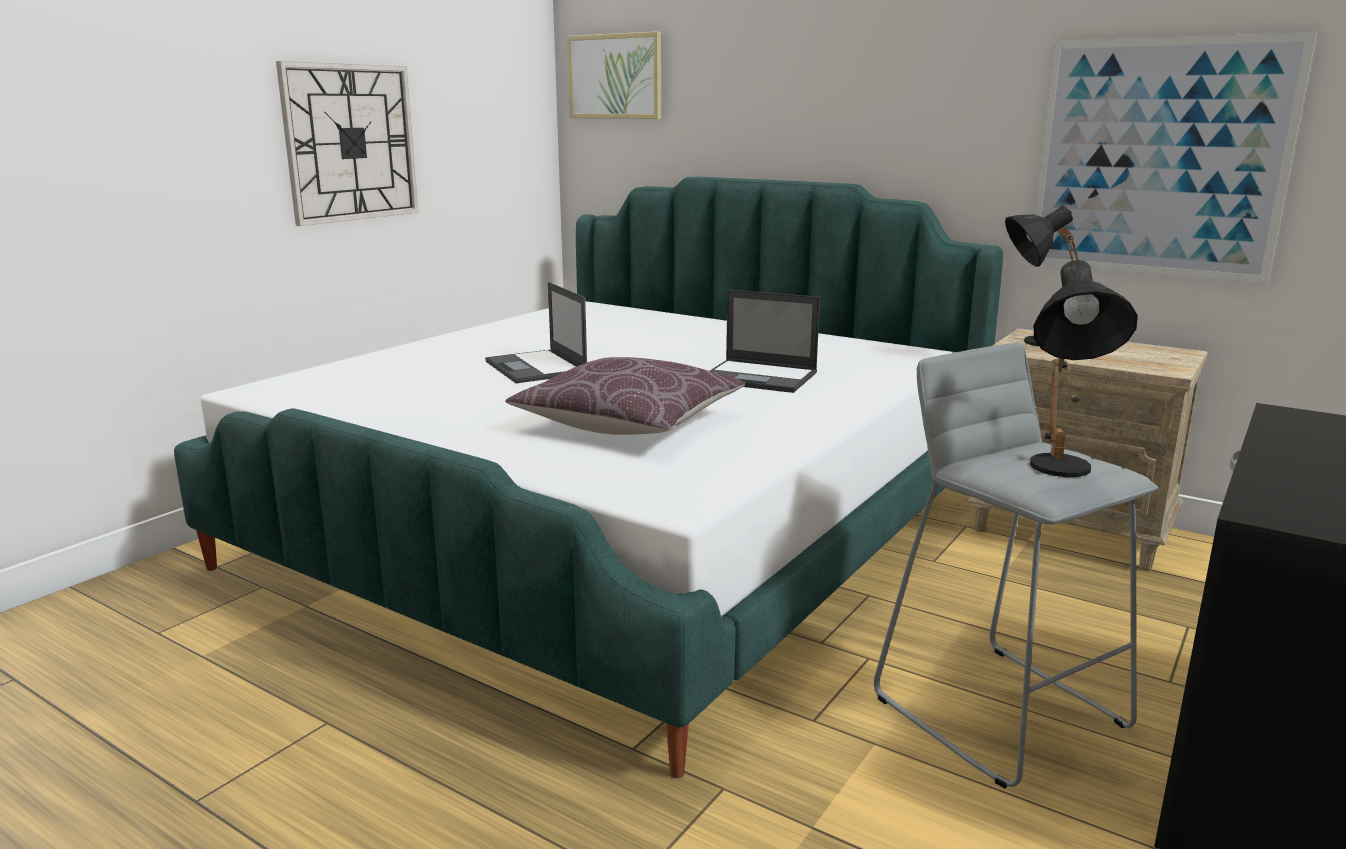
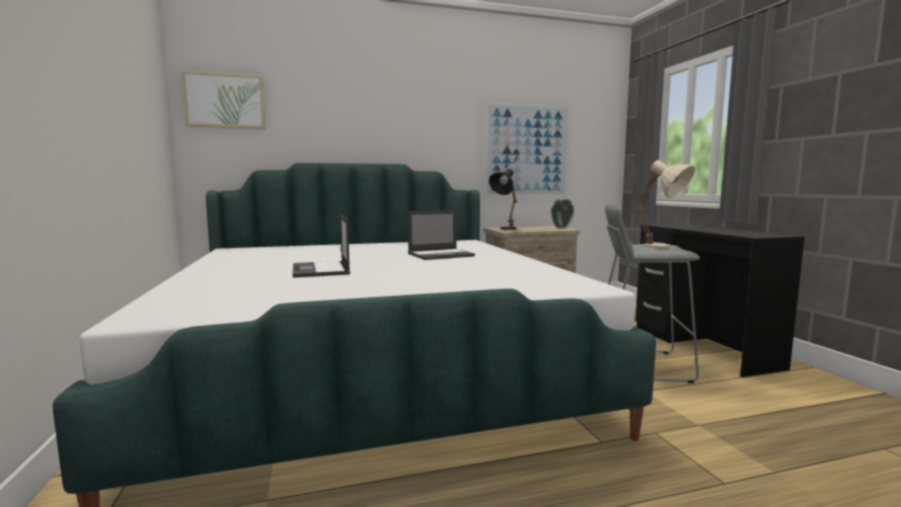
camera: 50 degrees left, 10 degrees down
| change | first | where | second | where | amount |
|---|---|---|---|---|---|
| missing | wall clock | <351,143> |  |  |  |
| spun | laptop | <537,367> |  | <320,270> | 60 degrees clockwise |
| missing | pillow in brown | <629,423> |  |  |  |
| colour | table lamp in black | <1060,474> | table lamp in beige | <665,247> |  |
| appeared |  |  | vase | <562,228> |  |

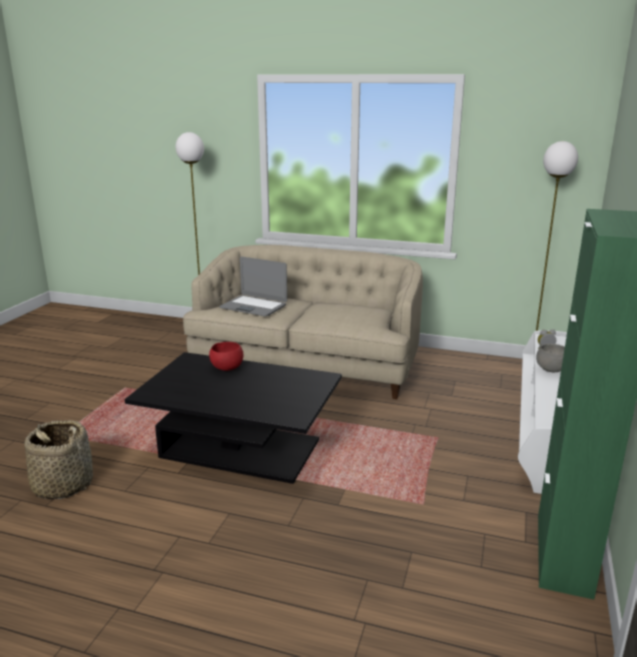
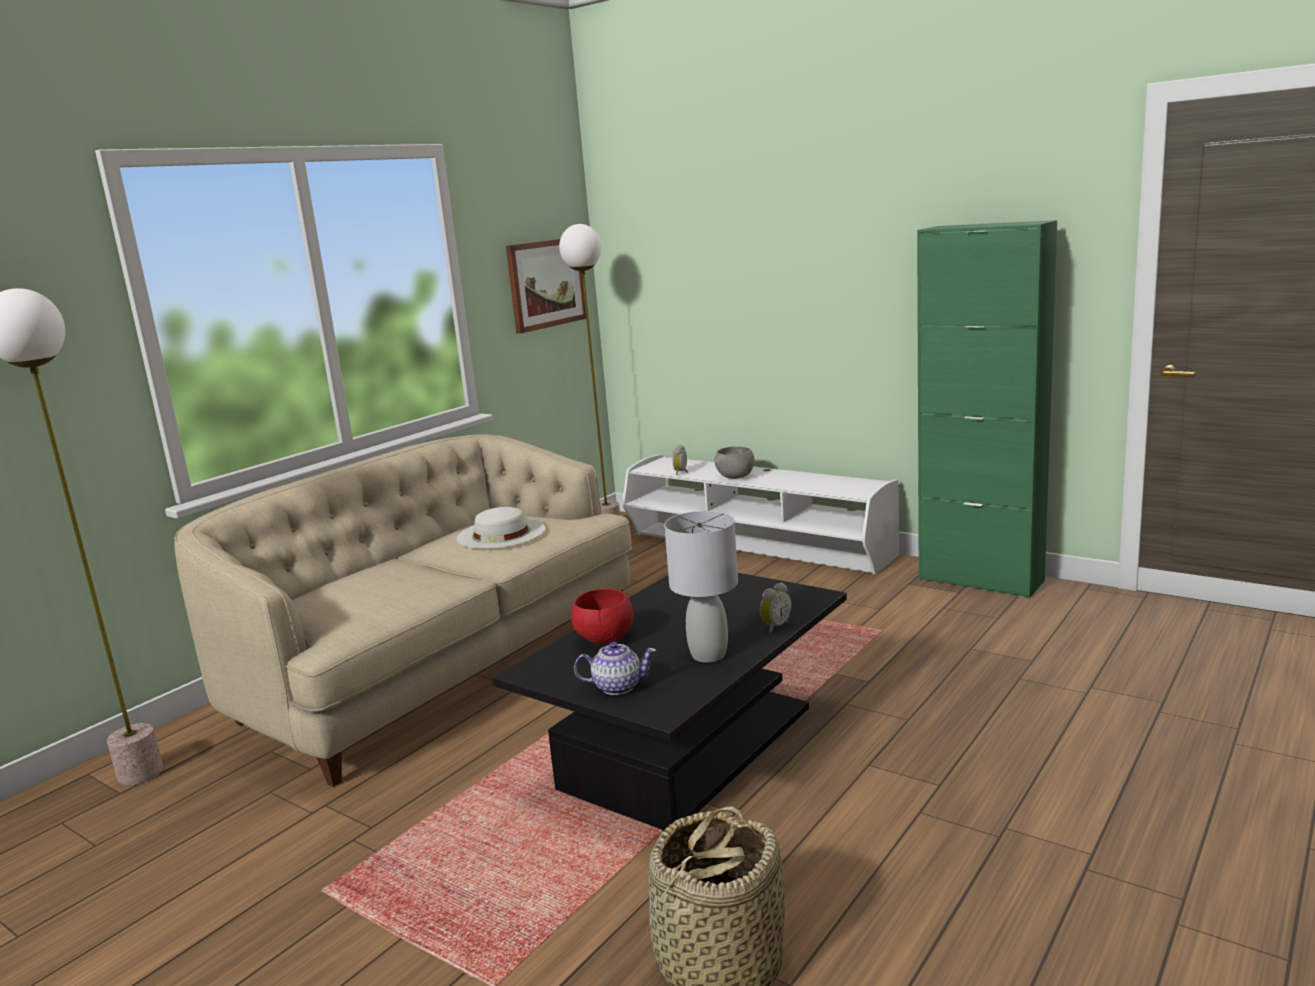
camera: 70 degrees left, 5 degrees down
| change | first | where | second | where | amount |
|---|---|---|---|---|---|
| missing | laptop | <253,306> |  |  |  |
| appeared |  |  | hat in white | <501,533> |  |
| appeared |  |  | picture | <546,283> |  |
| appeared |  |  | teapot | <617,686> |  |
| appeared |  |  | table lamp in grey | <709,655> |  |
| appeared |  |  | alarm clock | <774,626> |  |

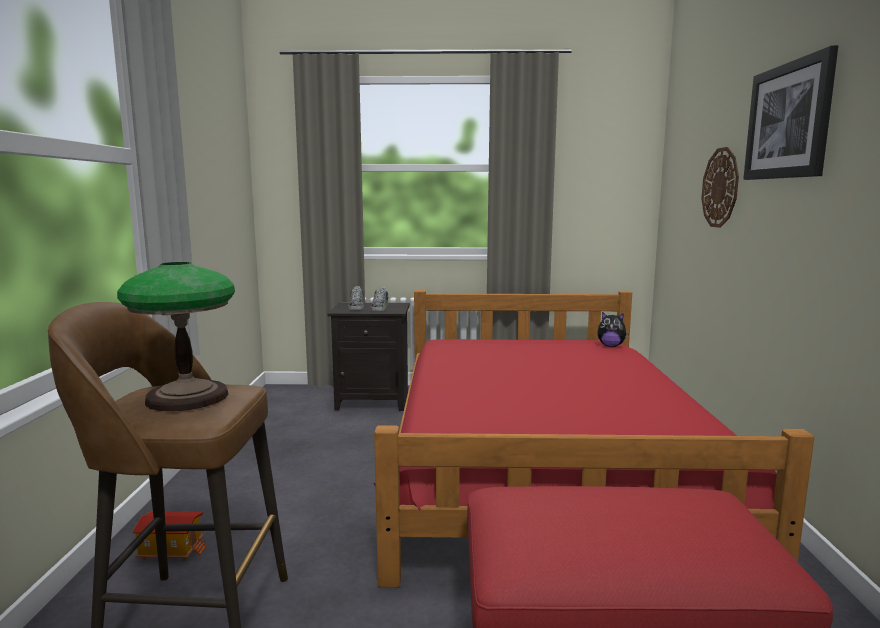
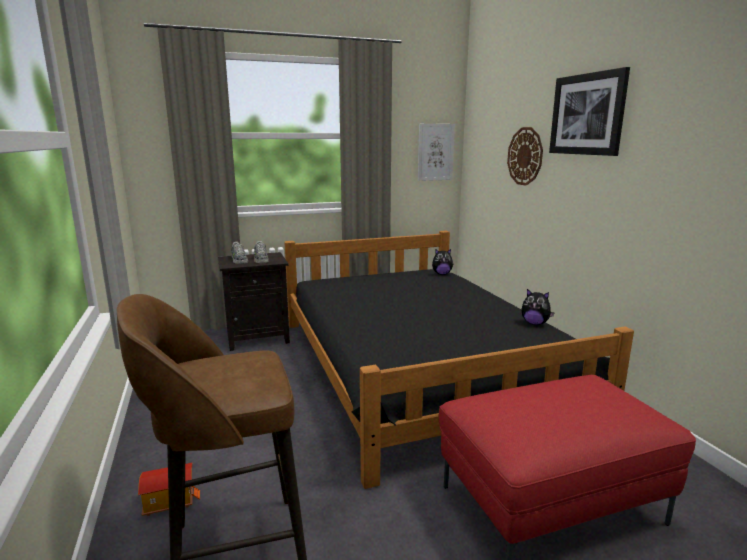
camera: 20 degrees left, 5 degrees up
| change | first | where | second | where | amount |
|---|---|---|---|---|---|
| missing | table lamp | <187,397> |  |  |  |
| colour | bed in red | <542,459> | bed in black | <419,367> |  |
| appeared |  |  | picture | <435,152> |  |
| appeared |  |  | plush toy | <535,323> |  |

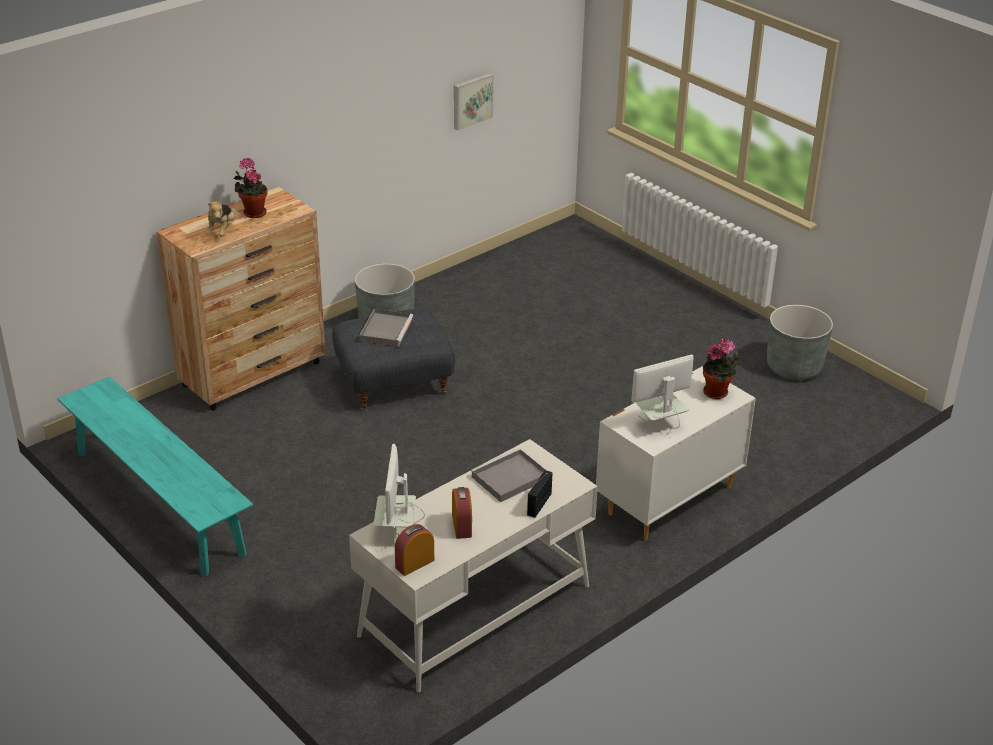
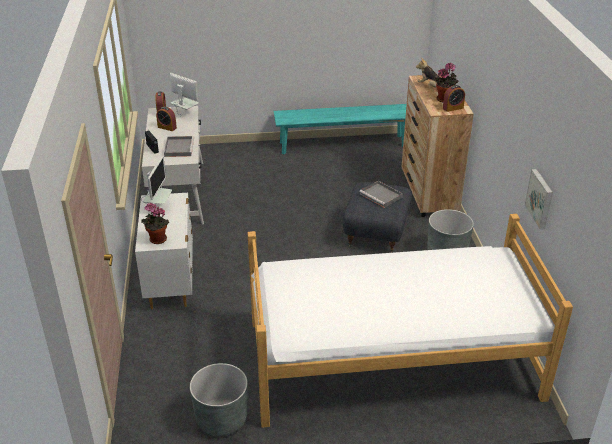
camera: 125 degrees right, 0 degrees up
| change | first | where | second | where | amount |
|---|---|---|---|---|---|
| appeared |  |  | bed | <392,360> |  |
| appeared |  |  | alarm clock | <453,108> |  |

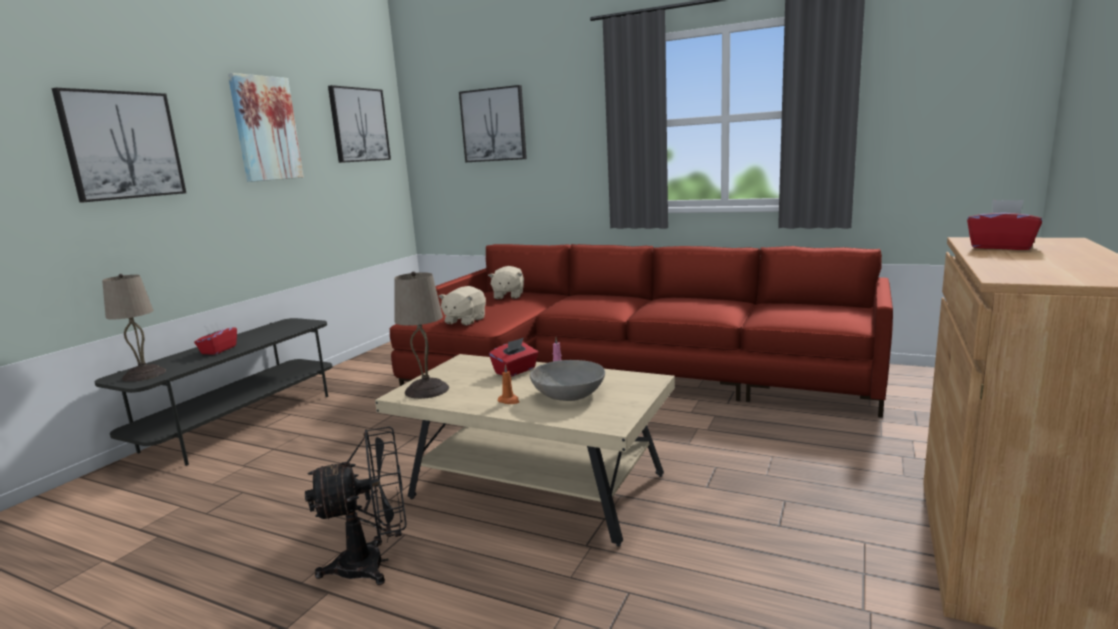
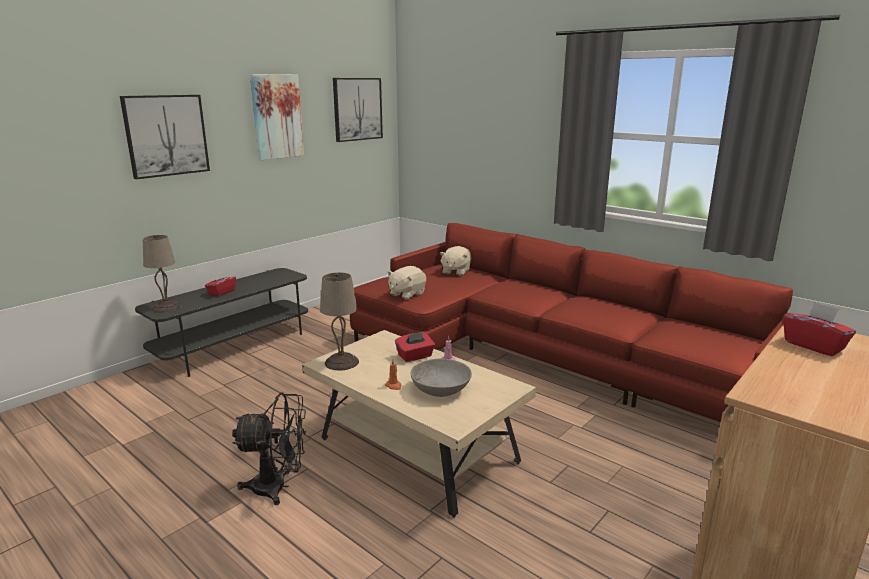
camera: 15 degrees right, 5 degrees up
| change | first | where | second | where | amount |
|---|---|---|---|---|---|
| missing | picture | <493,125> |  |  |  |

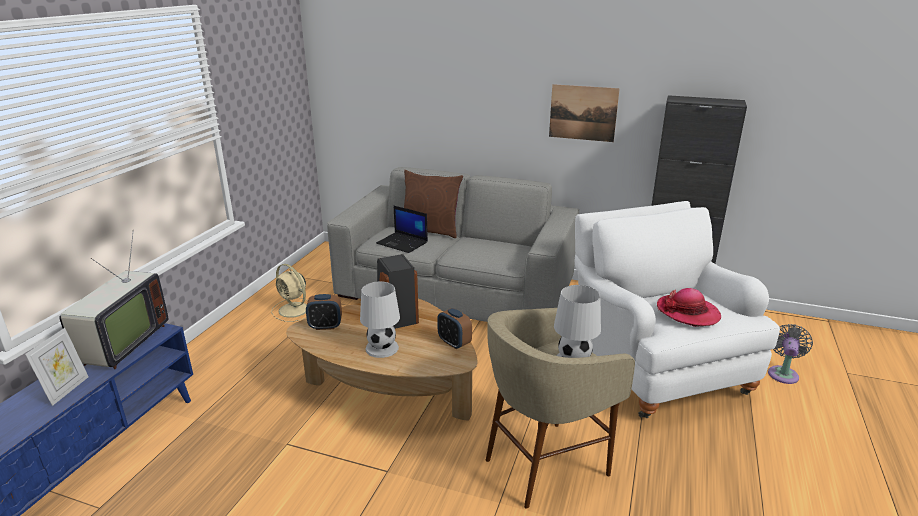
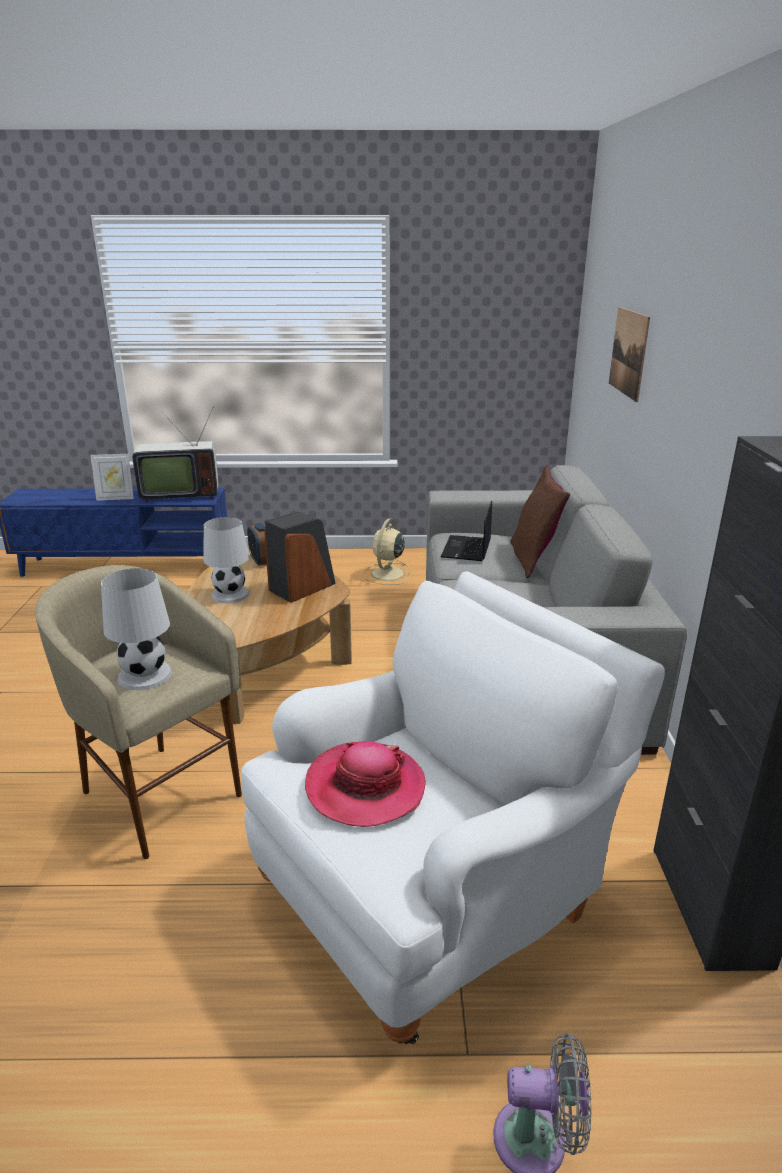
camera: 70 degrees right, 0 degrees up
| change | first | where | second | where | amount |
|---|---|---|---|---|---|
| missing | alarm clock | <454,343> |  |  |  |
| relocated | picture | <583,113> |  | <628,352> |  |

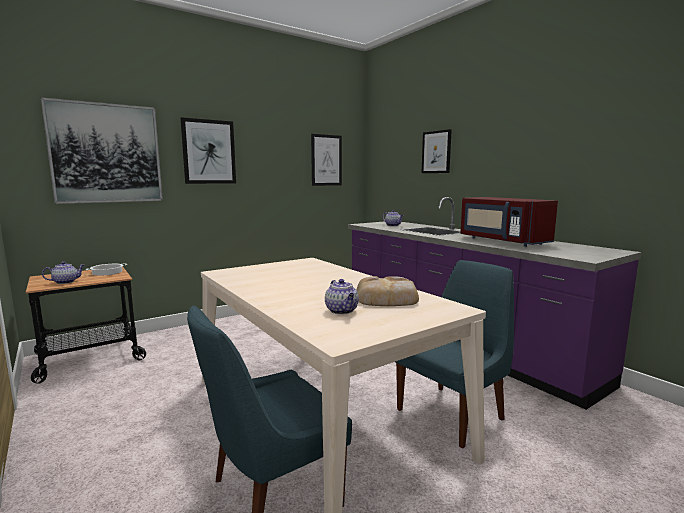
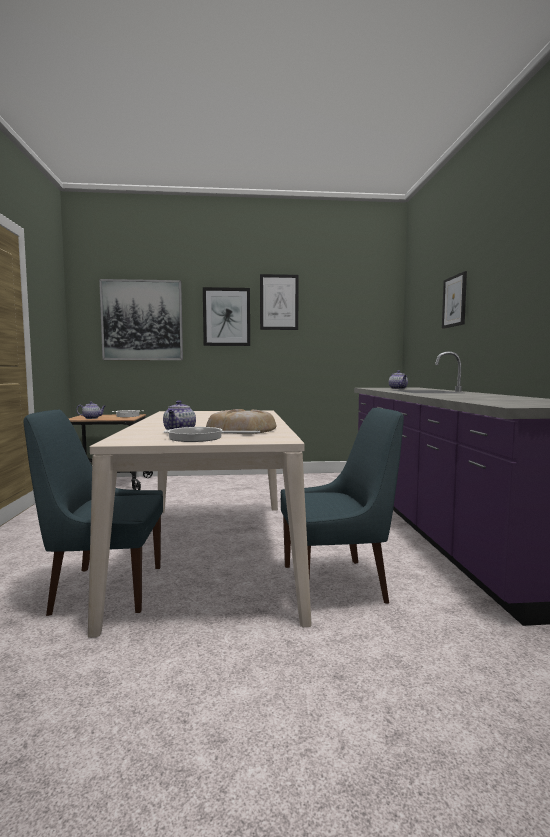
camera: 30 degrees right, 5 degrees down
| change | first | where | second | where | amount |
|---|---|---|---|---|---|
| relocated | picture | <326,160> |  | <279,302> |  |
| missing | microwave in red | <501,241> |  |  |  |
| appeared |  |  | frying pan | <200,438> |  |

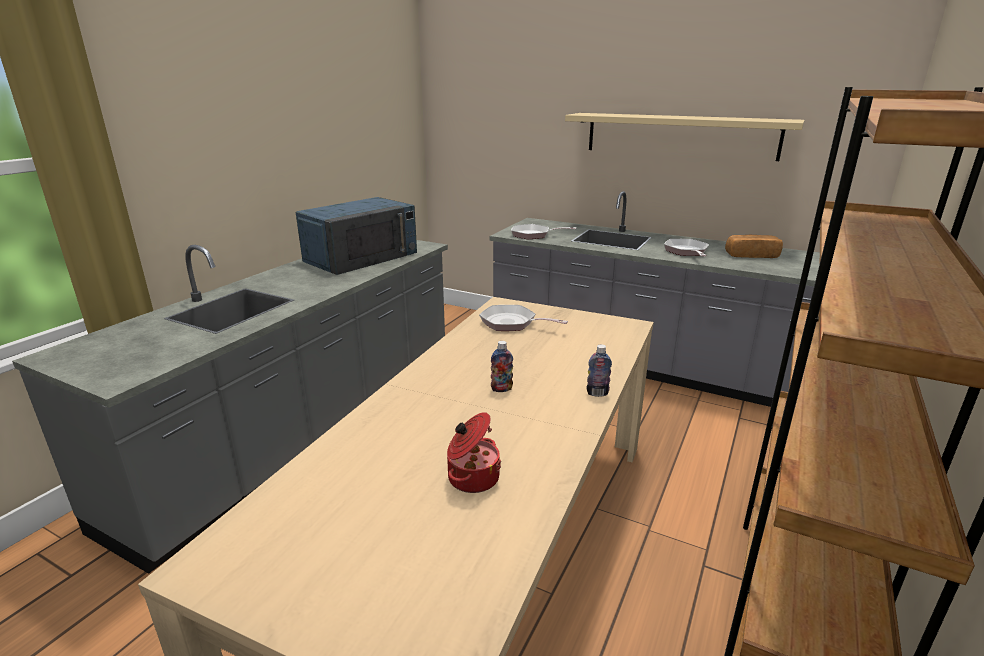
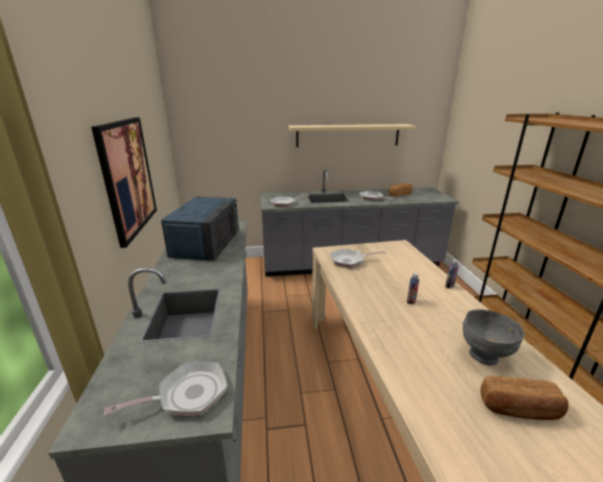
camera: 35 degrees left, 0 degrees up
| change | first | where | second | where | amount |
|---|---|---|---|---|---|
| exchanged | cooking pot | <472,477> | bowl in grey | <484,356> |  |
| appeared |  |  | picture | <128,177> |  |
| appeared |  |  | frying pan | <187,394> |  |
| appeared |  |  | bread | <519,409> |  |

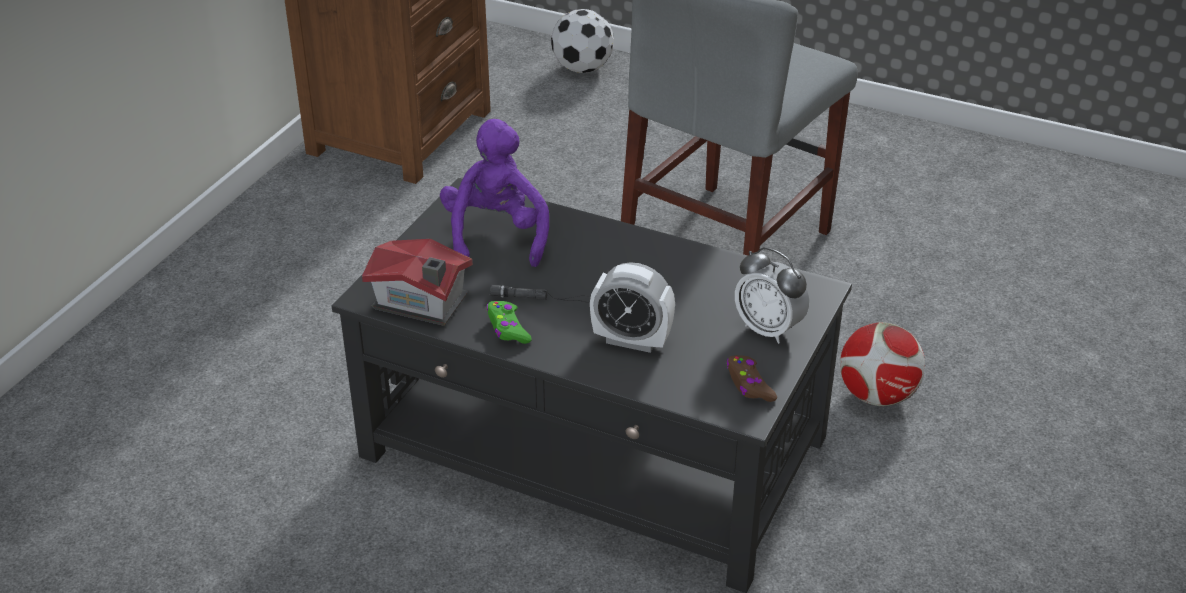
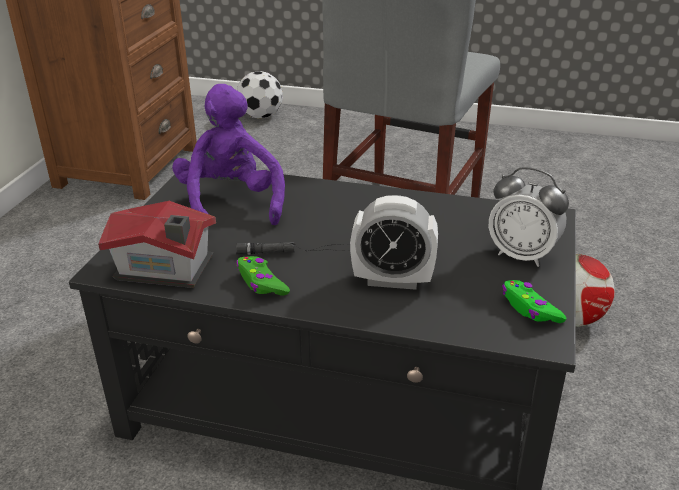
camera: 10 degrees left, 5 degrees down
| change | first | where | second | where | amount |
|---|---|---|---|---|---|
| colour | game controller in brown | <749,385> | game controller in green | <530,309> |  |

